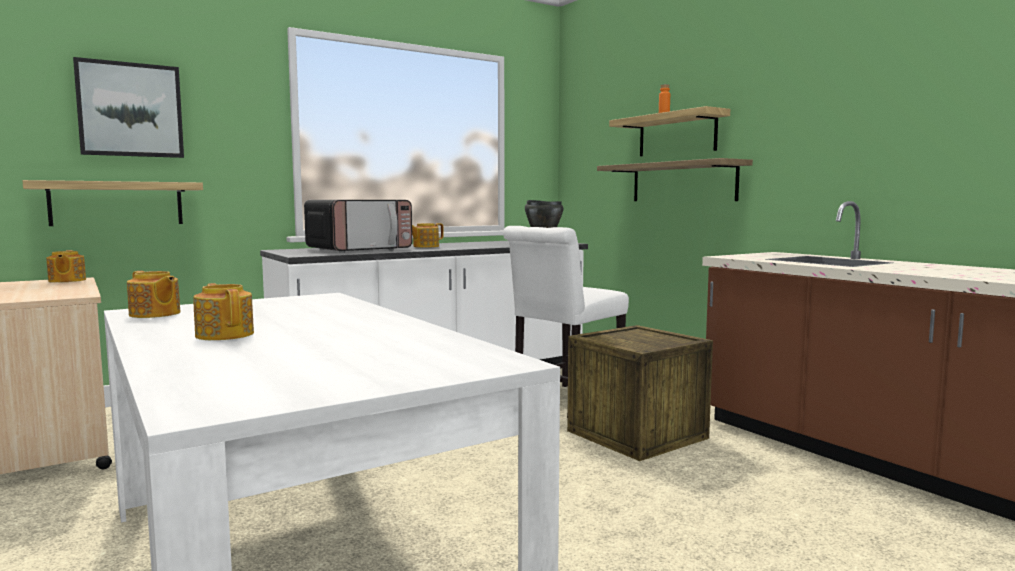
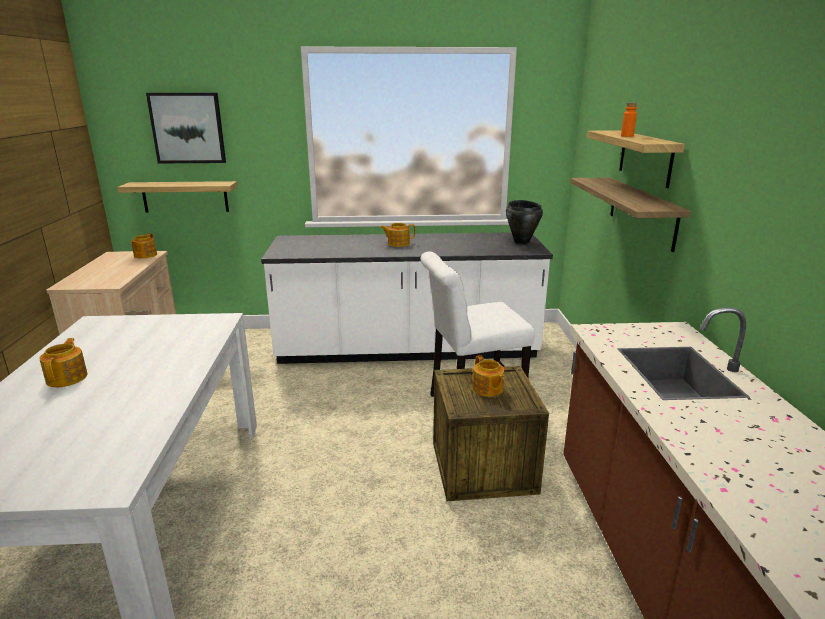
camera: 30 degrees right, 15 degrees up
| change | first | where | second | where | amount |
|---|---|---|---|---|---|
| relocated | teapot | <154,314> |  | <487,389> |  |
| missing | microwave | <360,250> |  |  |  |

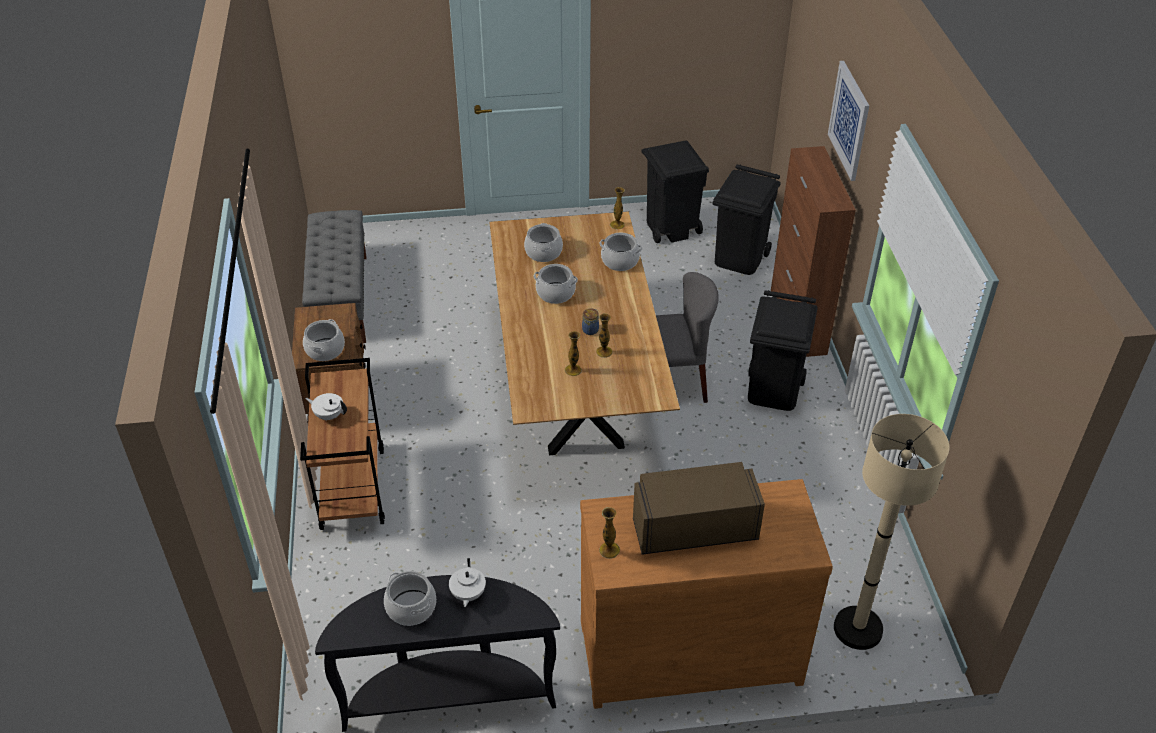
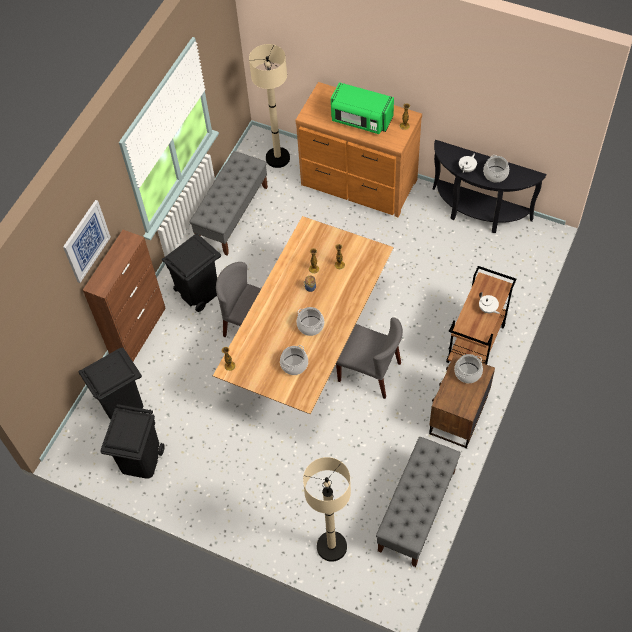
camera: 145 degrees left, 15 degrees up
| change | first | where | second | where | amount |
|---|---|---|---|---|---|
| missing | cooking pot | <620,261> |  |  |  |
| colour | microwave in brown | <693,527> | microwave in green | <361,120> |  |
| appeared |  |  | bench in grey | <232,215> |  |
| appeared |  |  | floor lamp in beige | <331,546> |  |
| appeared |  |  | chair in grey | <370,372> |  |

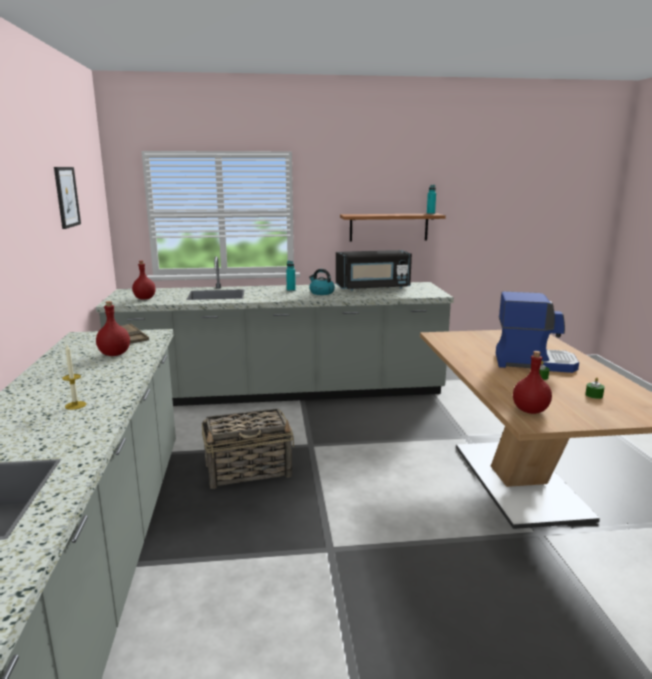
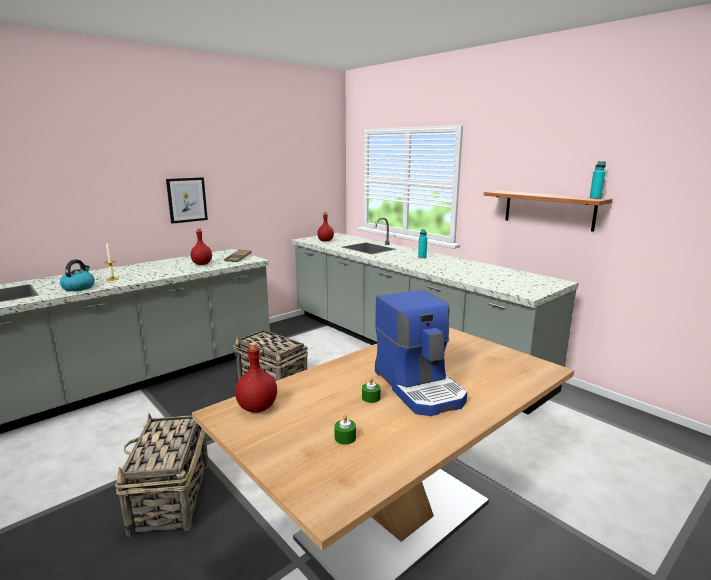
camera: 55 degrees right, 0 degrees up
| change | first | where | second | where | amount |
|---|---|---|---|---|---|
| relocated | picture | <66,197> |  | <187,200> |  |
| relocated | kettle | <321,293> |  | <79,287> |  |
| missing | microwave in black | <373,288> |  |  |  |
| appeared |  |  | basket | <170,497> |  |

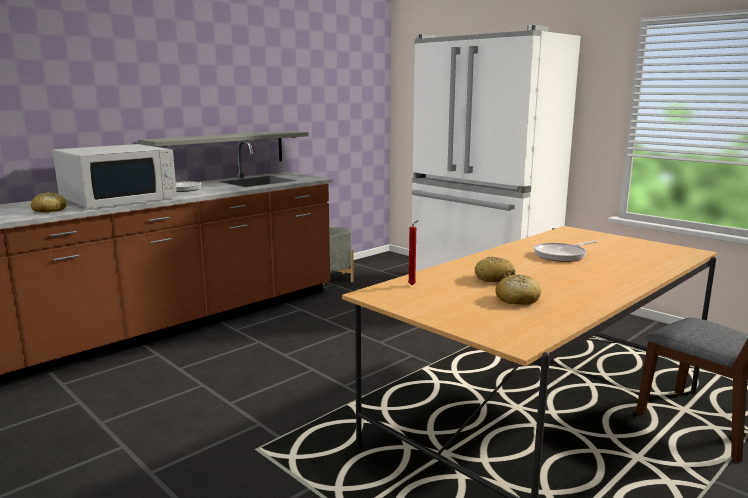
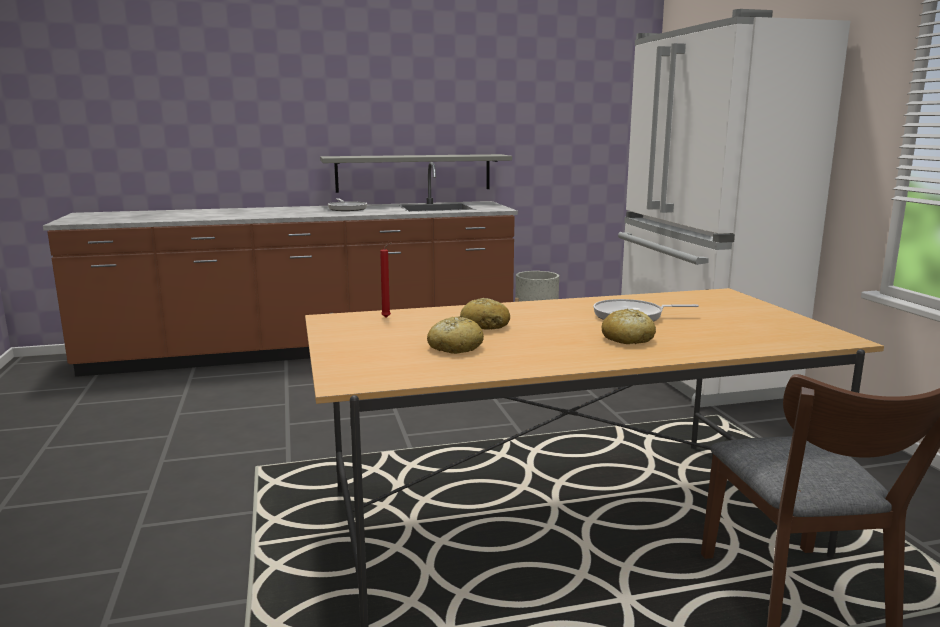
camera: 30 degrees right, 0 degrees up
| change | first | where | second | where | amount |
|---|---|---|---|---|---|
| relocated | bread | <49,210> |  | <627,339> |  |
| missing | microwave in white | <119,199> |  |  |  |

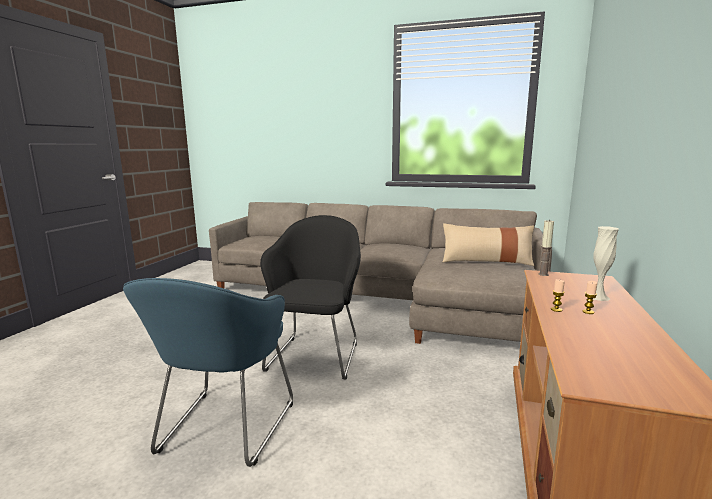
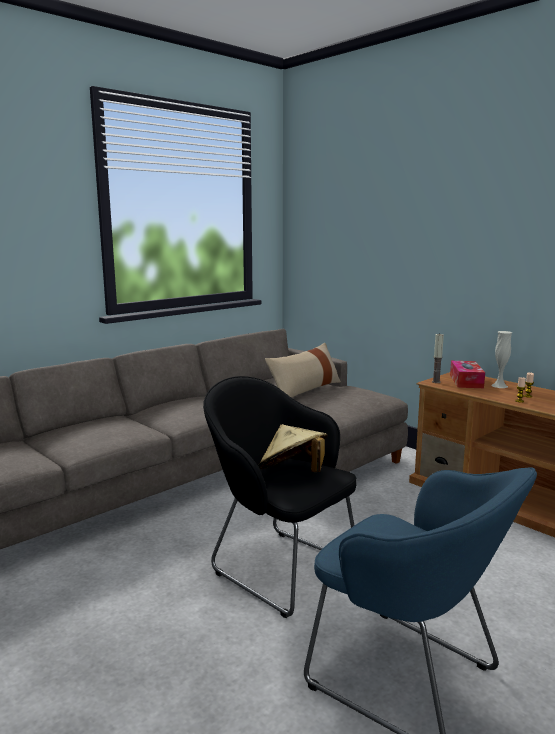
camera: 60 degrees left, 0 degrees up
| change | first | where | second | where | amount |
|---|---|---|---|---|---|
| appeared |  |  | hat in beige | <293,473> |  |
| appeared |  |  | tissue box | <466,381> |  |

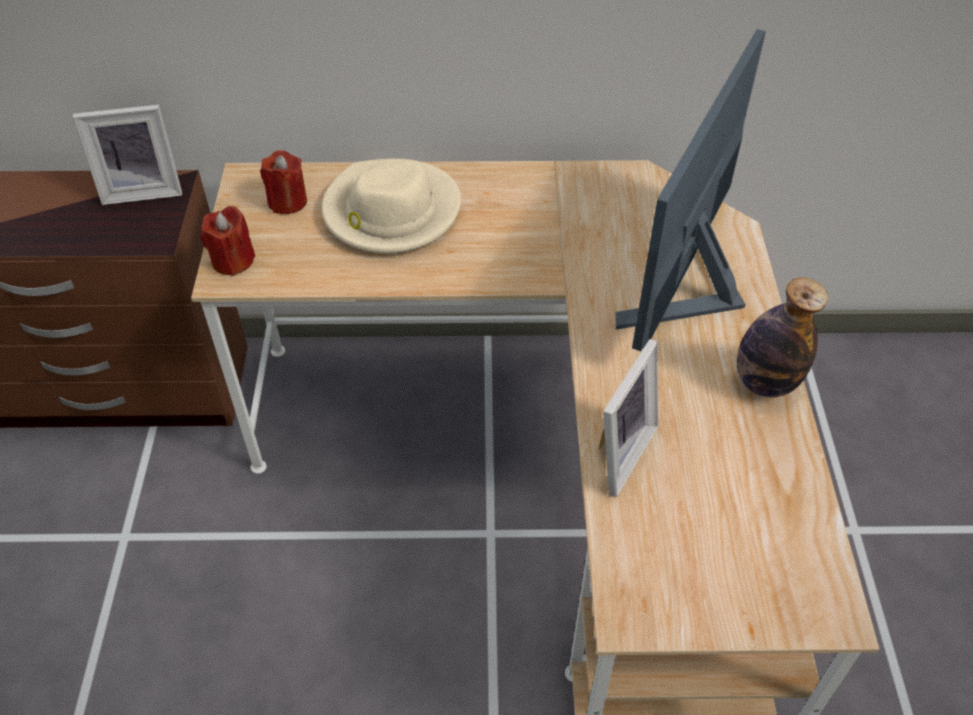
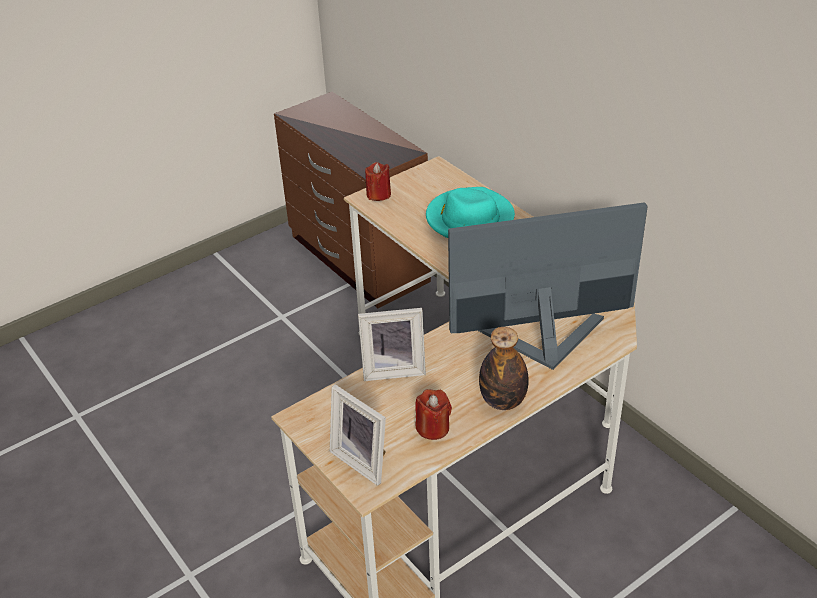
camera: 55 degrees right, 10 degrees down
| change | first | where | second | where | amount |
|---|---|---|---|---|---|
| relocated | picture frame | <143,190> |  | <364,460> |  |
| relocated | candle in red | <287,201> |  | <433,428> |  |
| colour | hat in beige | <390,212> | hat in turquoise | <469,219> |  |

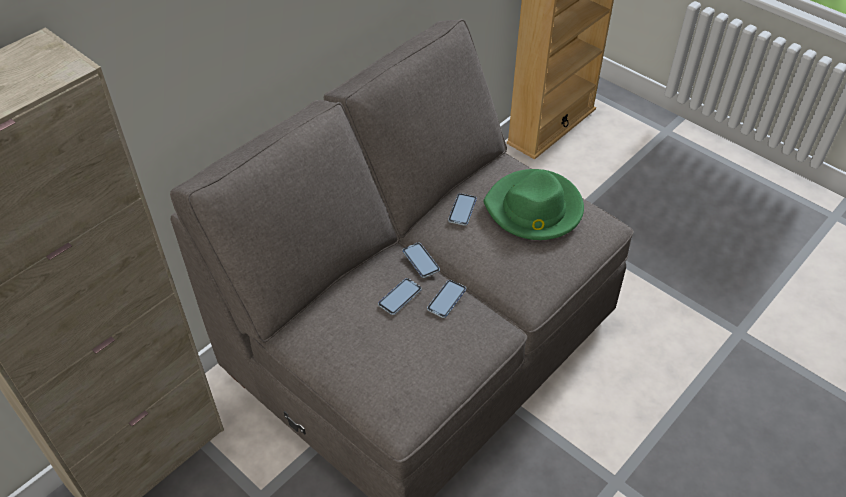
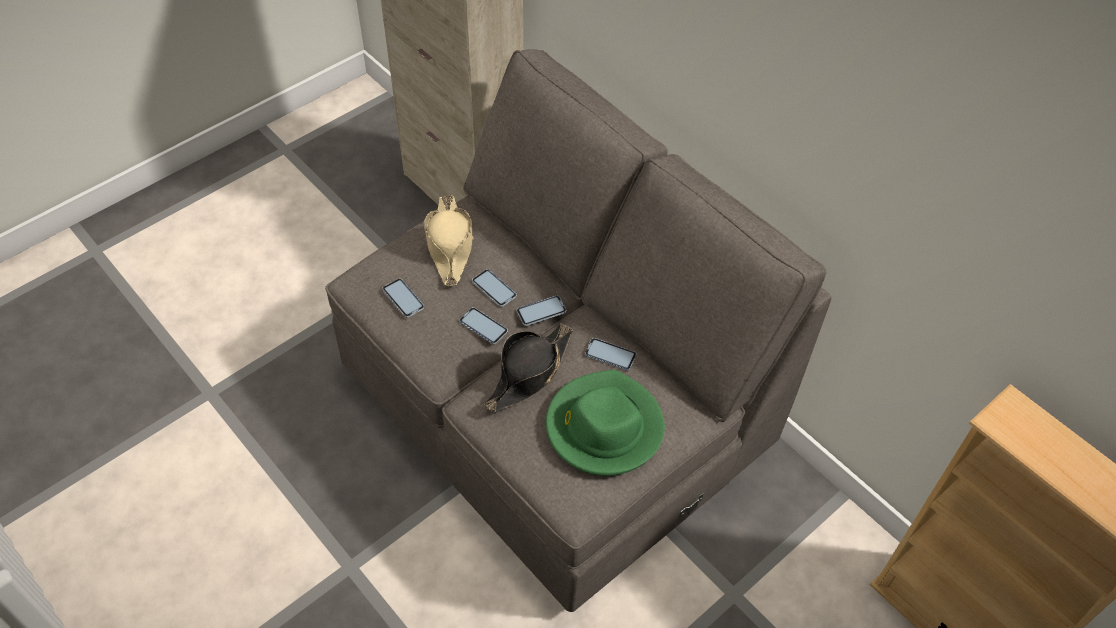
camera: 95 degrees right, 5 degrees up
| change | first | where | second | where | amount |
|---|---|---|---|---|---|
| appeared |  |  | phone | <403,299> |  |
| appeared |  |  | hat in beige | <449,245> |  |
| appeared |  |  | hat in black | <529,373> |  |

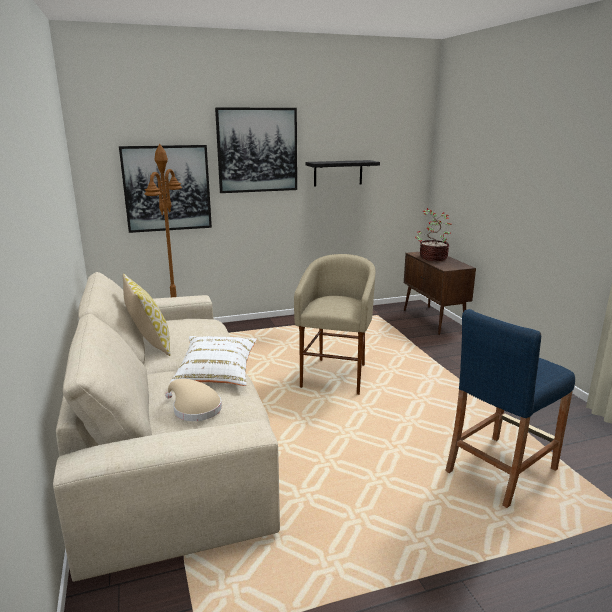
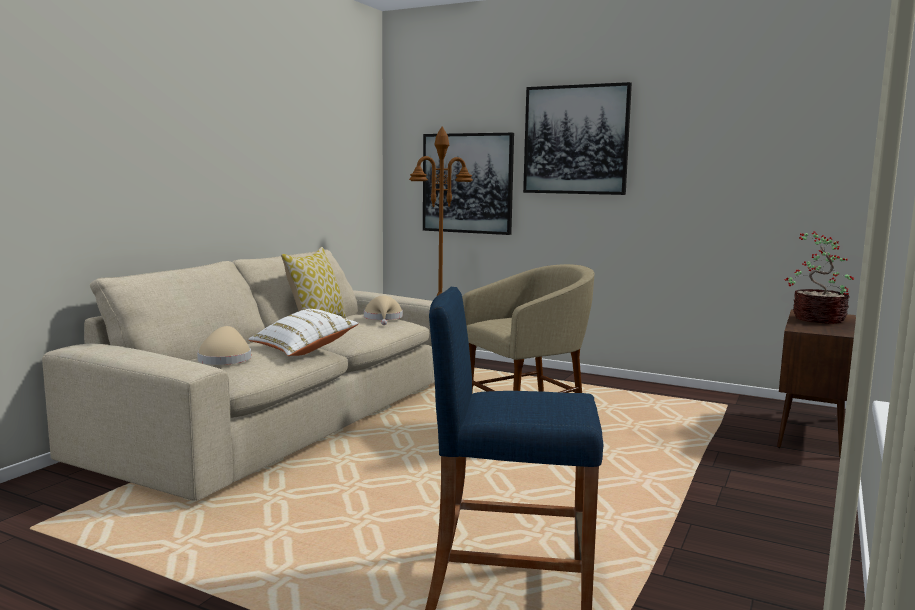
camera: 45 degrees right, 10 degrees down
| change | first | where | second | where | amount |
|---|---|---|---|---|---|
| missing | shelf in black | <338,173> |  |  |  |
| appeared |  |  | hat in beige | <383,318> |  |

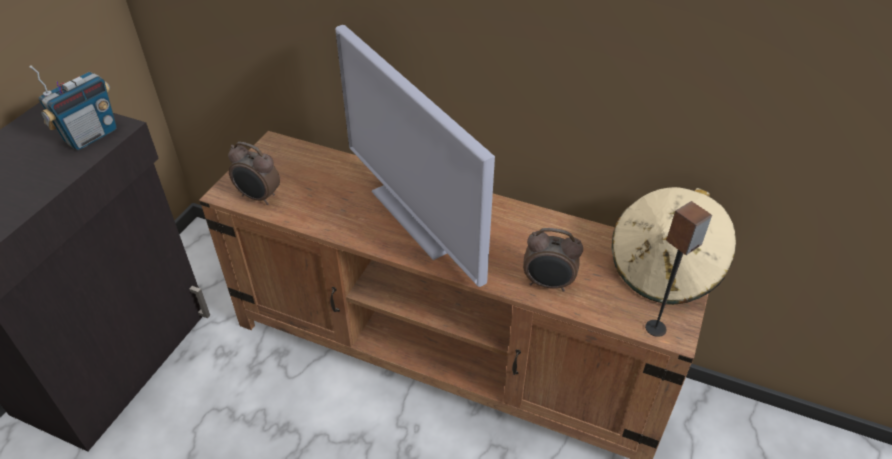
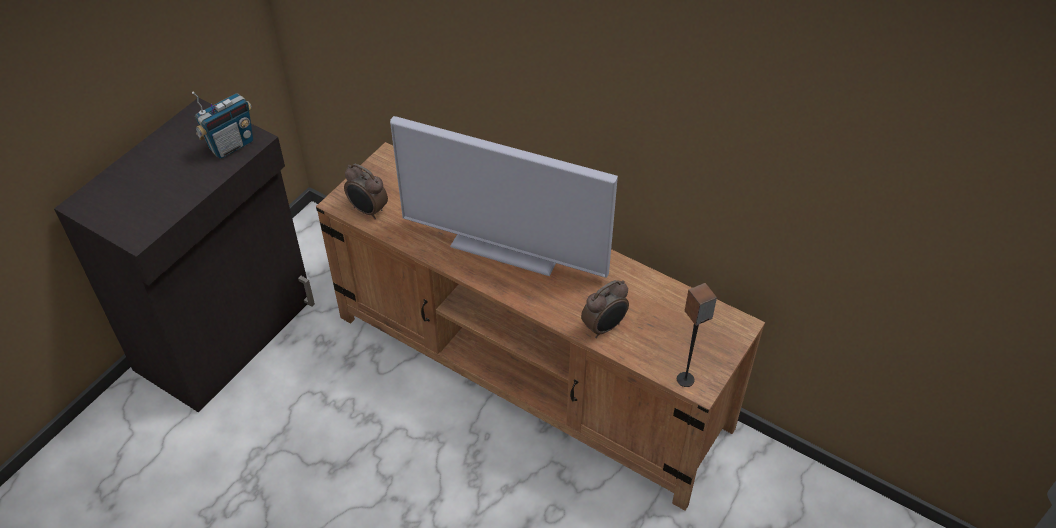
camera: 10 degrees right, 5 degrees up
| change | first | where | second | where | amount |
|---|---|---|---|---|---|
| spun | television | <418,216> |  | <506,247> | 45 degrees counterclockwise |
| spun | alarm clock | <548,284> |  | <604,327> | 60 degrees counterclockwise |
| missing | hat in beige | <664,269> |  |  |  |

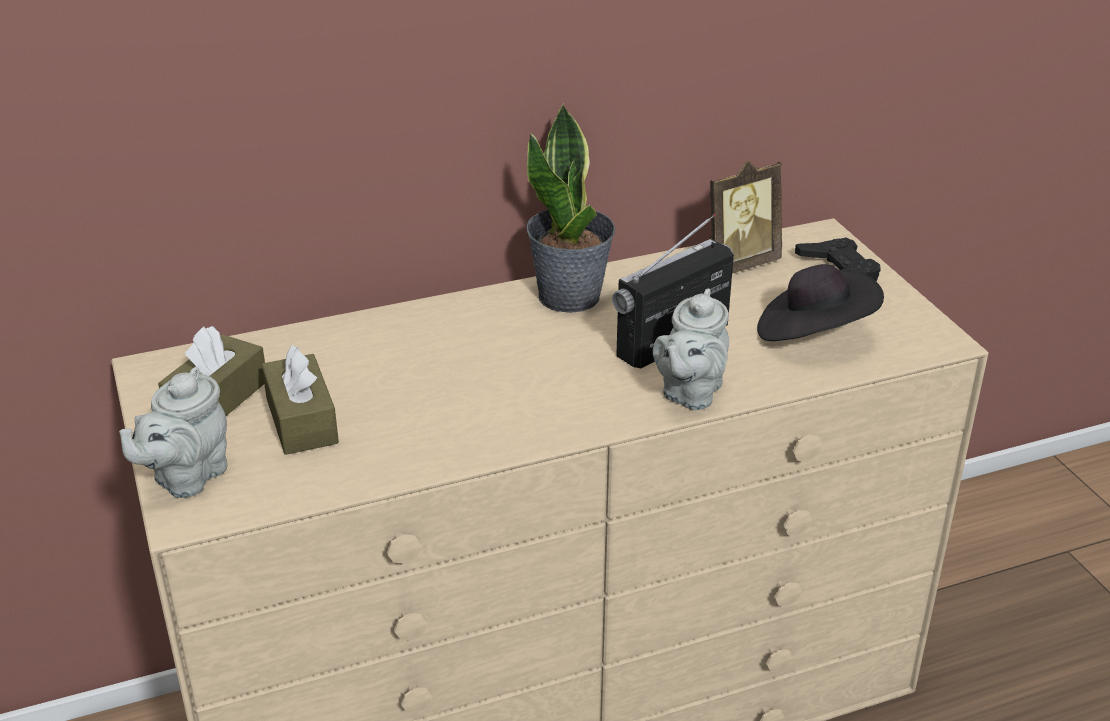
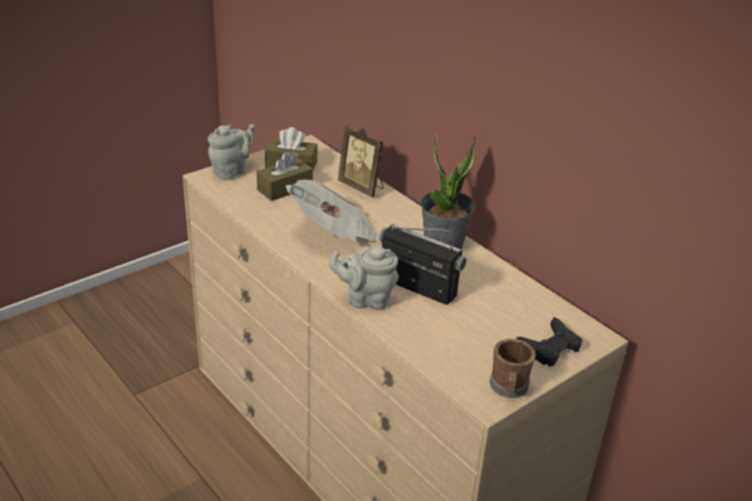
camera: 70 degrees right, 0 degrees up
| change | first | where | second | where | amount |
|---|---|---|---|---|---|
| spun | teapot in grey | <186,477> |  | <232,171> | 120 degrees clockwise |
| relocated | picture frame | <736,264> |  | <362,187> |  |
| missing | hat in black | <813,333> |  |  |  |
| appeared |  |  | newspaper | <335,233> |  |
| appeared |  |  | mug in brown | <508,389> |  |

